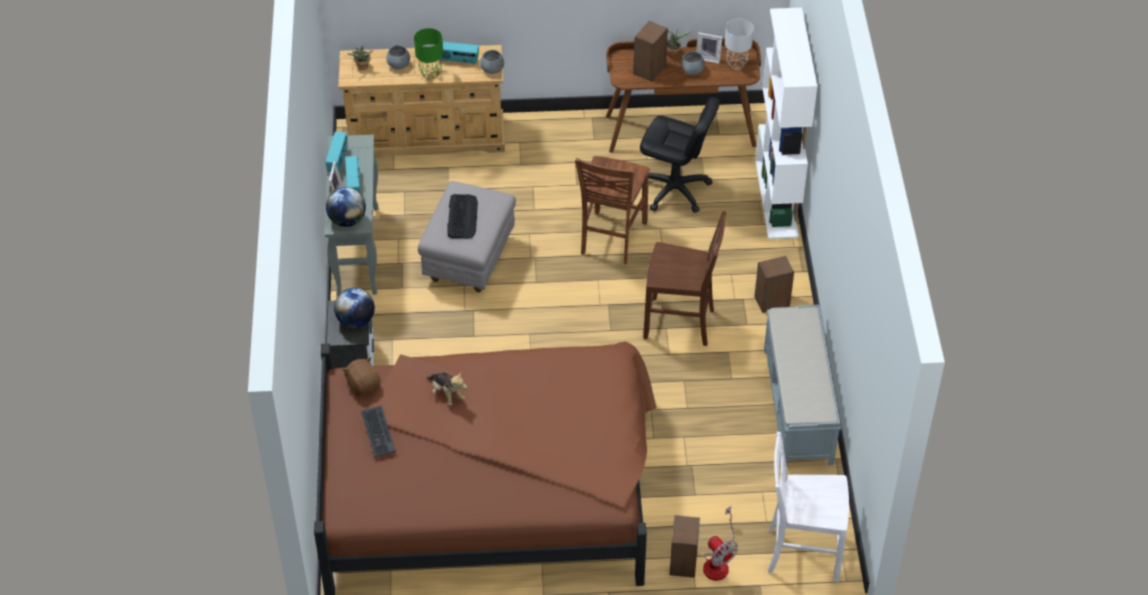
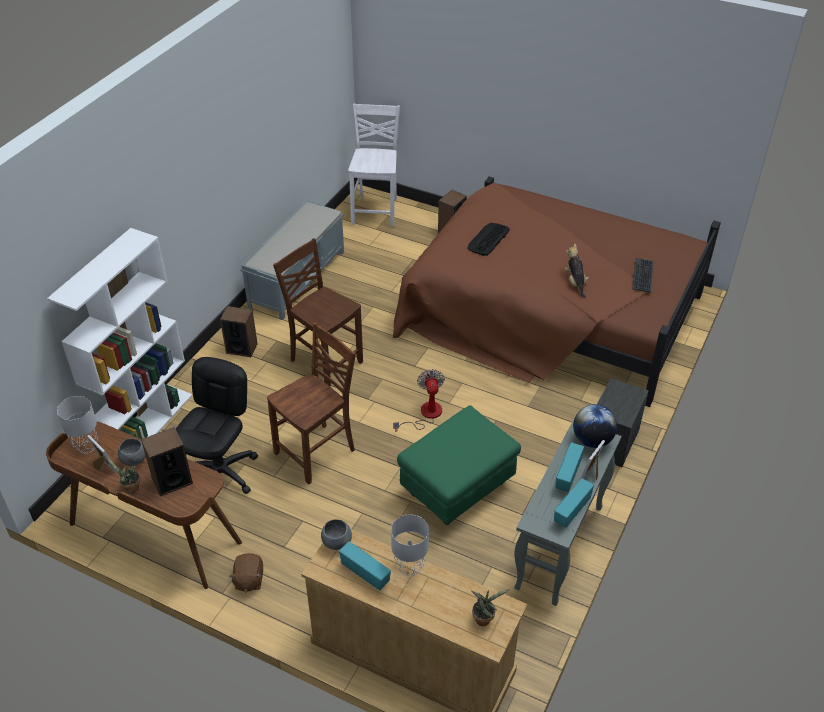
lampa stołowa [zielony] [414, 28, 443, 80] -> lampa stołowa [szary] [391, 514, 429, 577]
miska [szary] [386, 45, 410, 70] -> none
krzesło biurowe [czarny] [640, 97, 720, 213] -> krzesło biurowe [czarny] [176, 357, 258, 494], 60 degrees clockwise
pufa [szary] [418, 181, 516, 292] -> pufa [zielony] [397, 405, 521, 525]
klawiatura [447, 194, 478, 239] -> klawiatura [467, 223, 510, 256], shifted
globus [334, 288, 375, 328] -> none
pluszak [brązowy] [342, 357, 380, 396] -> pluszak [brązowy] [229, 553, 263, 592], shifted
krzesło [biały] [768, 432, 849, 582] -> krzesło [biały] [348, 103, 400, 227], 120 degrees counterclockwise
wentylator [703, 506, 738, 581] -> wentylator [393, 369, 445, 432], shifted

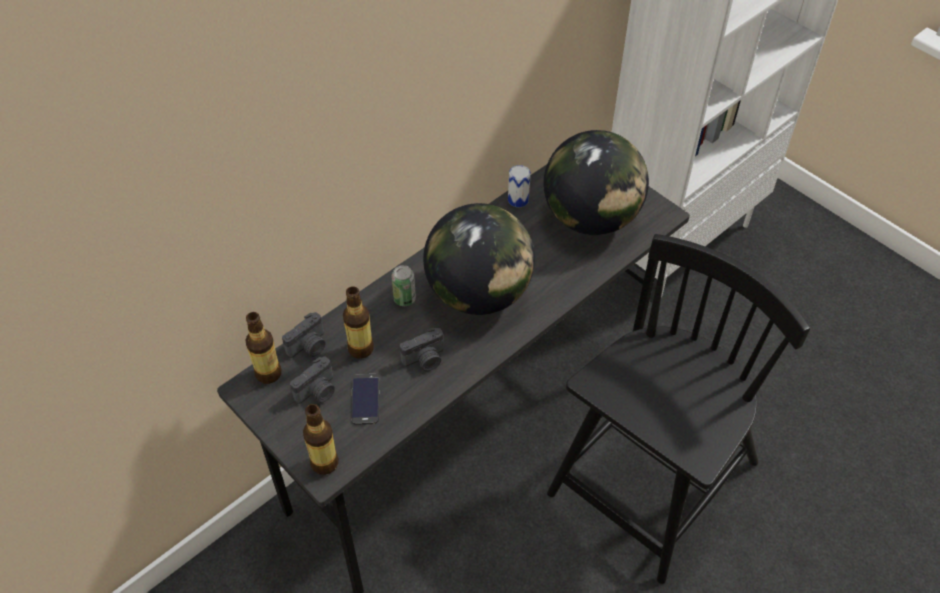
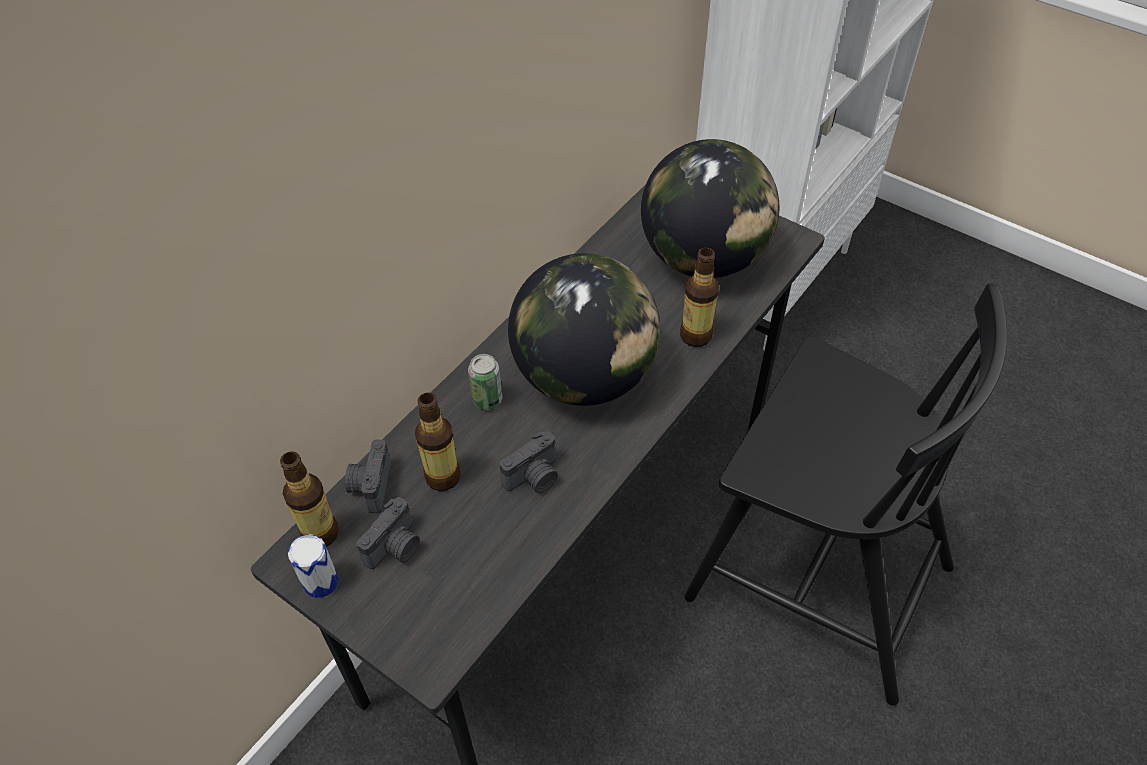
puszka [508, 165, 531, 207] -> puszka [288, 534, 338, 598], shifted
krzesło [czarny] [547, 234, 810, 584] -> krzesło [czarny] [685, 284, 1007, 706], 90 degrees clockwise
aparat fotograficzny [282, 312, 325, 358] -> aparat fotograficzny [345, 440, 392, 513], 150 degrees clockwise
telefon [351, 374, 379, 425] -> none
butelka [303, 404, 339, 475] -> butelka [680, 248, 719, 347], shifted

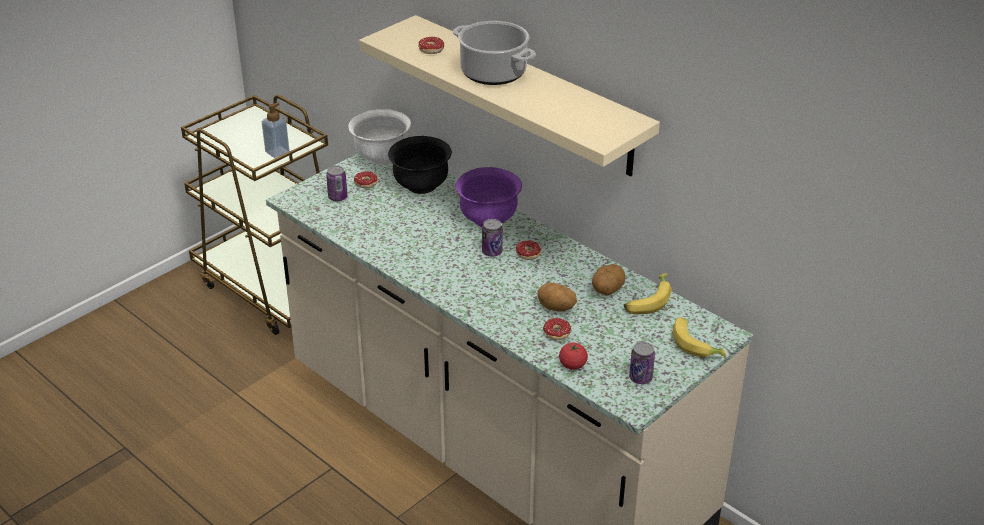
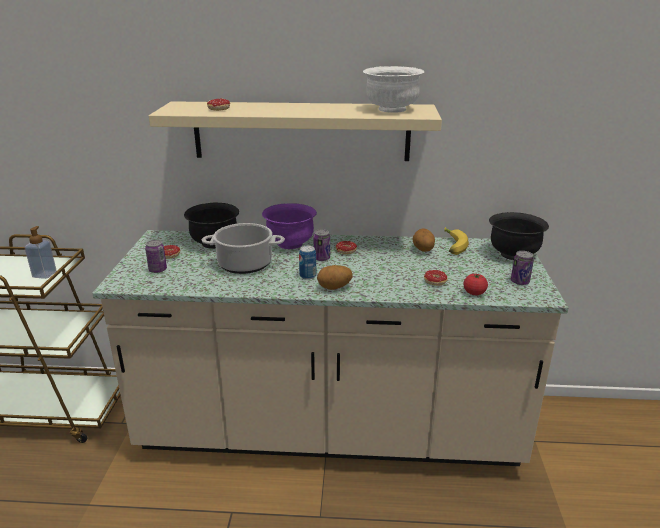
garnek [453, 21, 536, 85] -> garnek [202, 223, 285, 274], shifted
miska [biały] [348, 109, 411, 165] -> miska [biały] [363, 66, 425, 113], shifted
ziemniak [537, 283, 577, 311] -> ziemniak [317, 265, 353, 290], shifted
banan [673, 317, 726, 358] -> miska [czarny] [489, 212, 549, 260]
none -> puszka [299, 246, 316, 280]

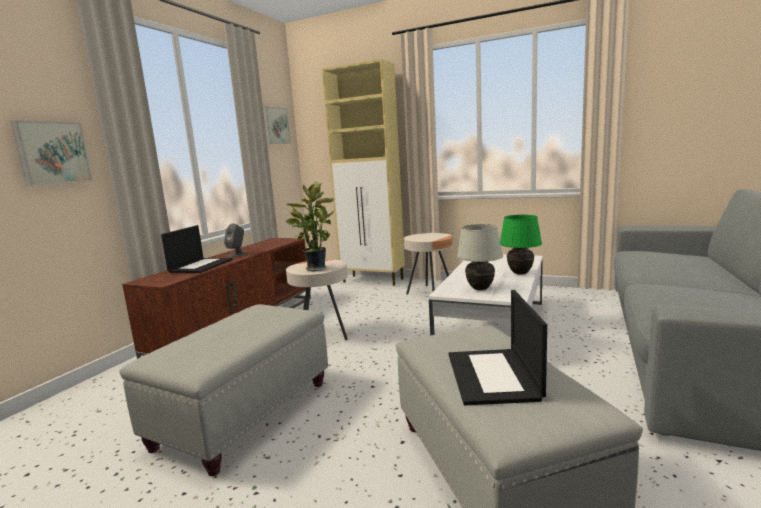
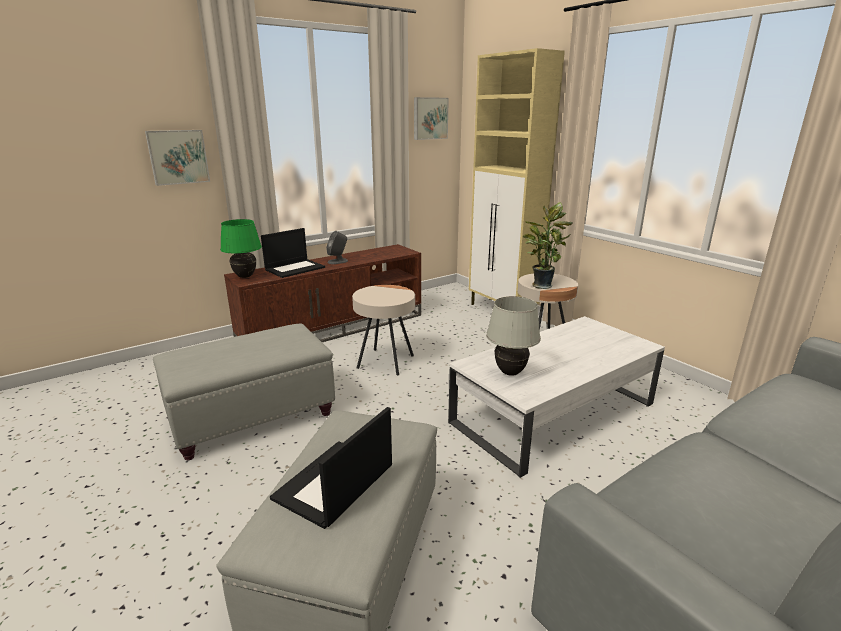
roślina doniczkowa [286, 182, 334, 271] -> roślina doniczkowa [523, 202, 573, 289], shifted
lampa stołowa [zielony] [500, 215, 542, 274] -> lampa stołowa [zielony] [220, 219, 262, 278], shifted

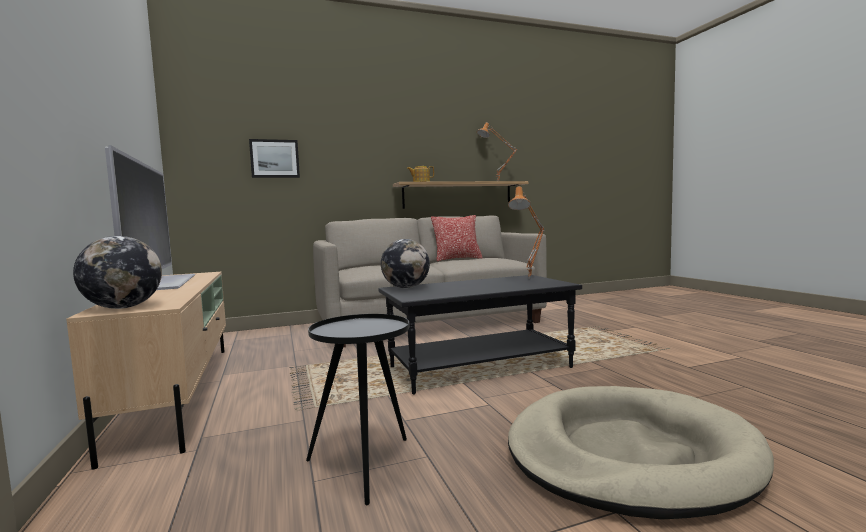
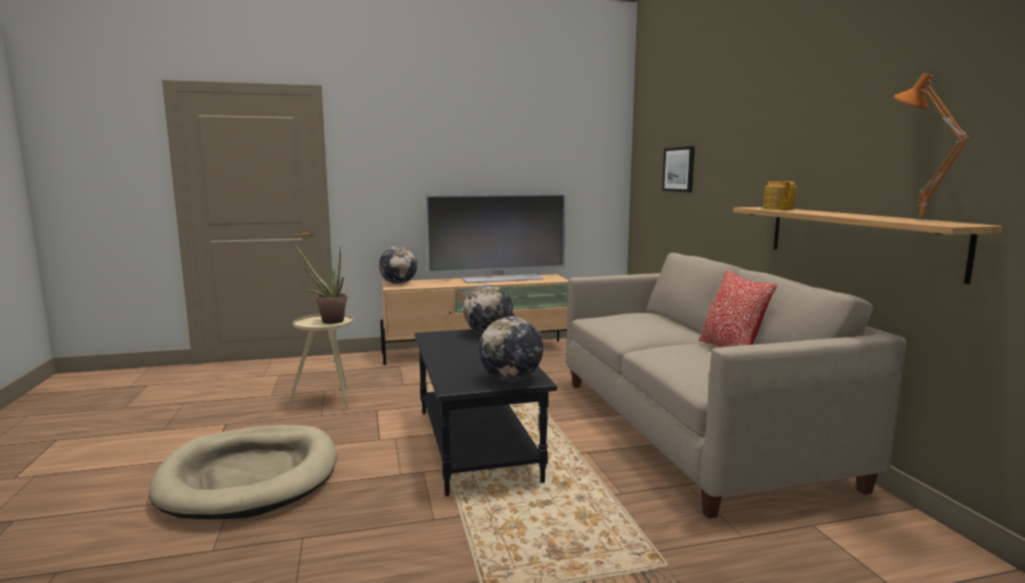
lampa stołowa [pomarańczowy] [508, 186, 544, 279] -> globus [479, 317, 543, 381]
stolik [czarny] [306, 314, 409, 505] -> stolik [beżowy] [289, 314, 353, 410]
none -> roślina doniczkowa [294, 244, 347, 324]

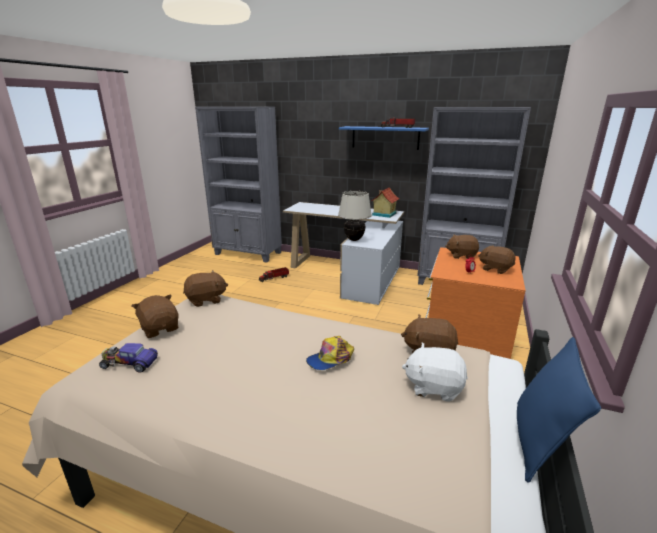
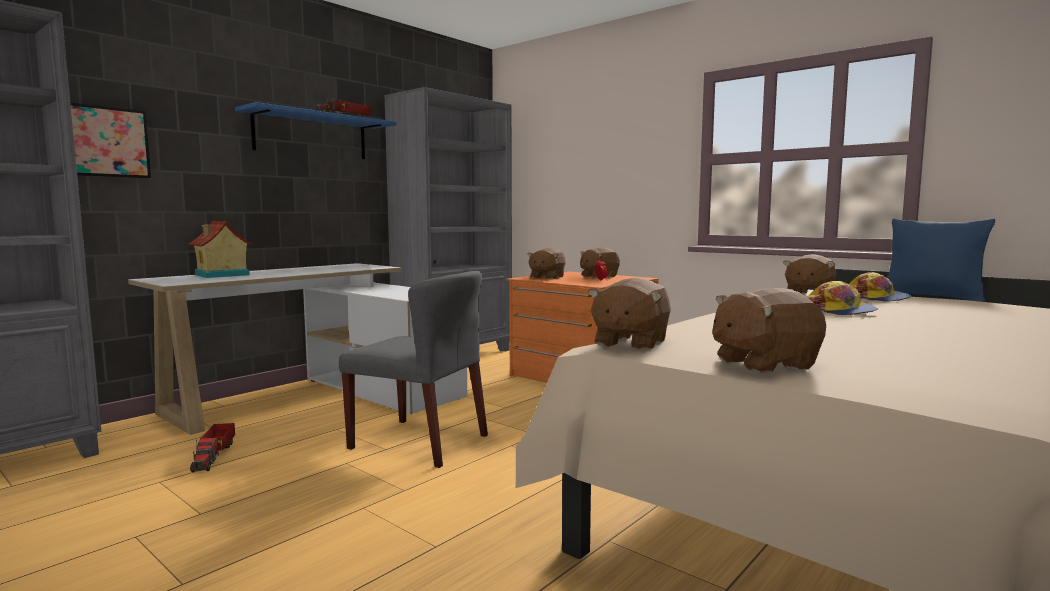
domek [371, 187, 399, 218] -> domek [188, 221, 253, 278], shifted
lampa stołowa [beżowy] [338, 191, 372, 241] -> none
pluszak [brązowy] [183, 270, 228, 307] -> pluszak [brązowy] [588, 278, 671, 351], 150 degrees counterclockwise
samochodzik [99, 343, 158, 373] -> none
pluszak [biały] [402, 343, 468, 402] -> czapka z daszkiem [849, 272, 912, 302]
none -> obraz [70, 102, 151, 178]
none -> krzesło [szary] [339, 271, 488, 468]

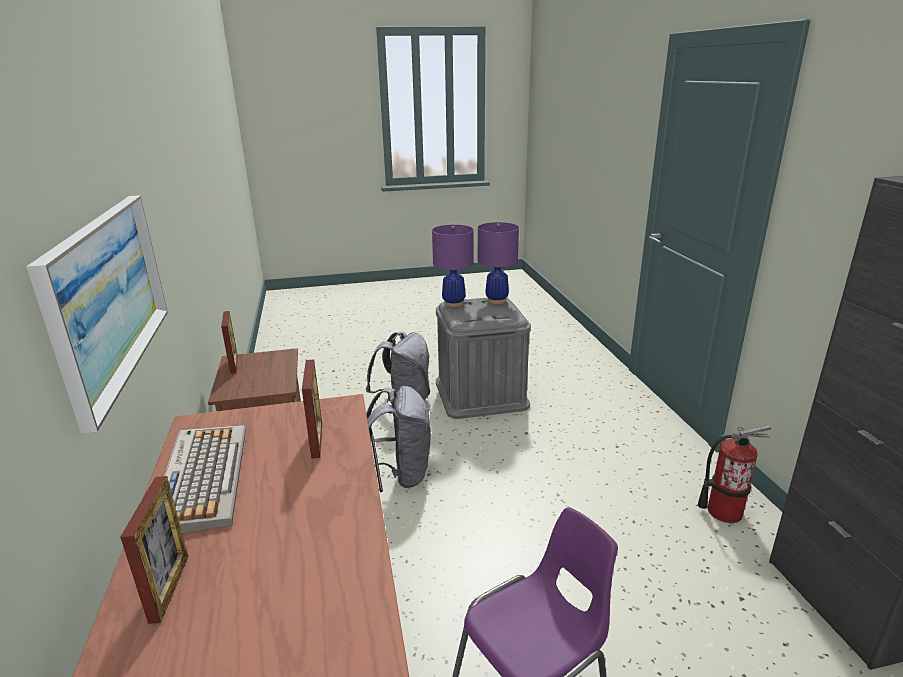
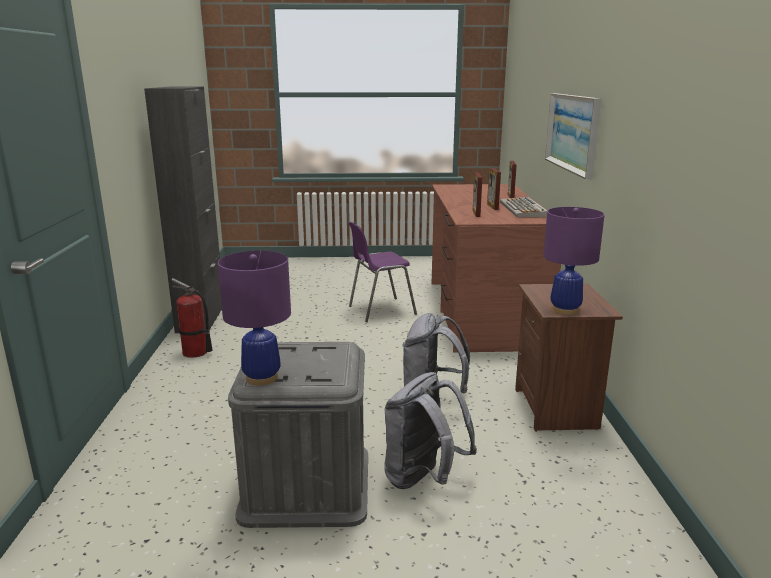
lampa stołowa [fioletowy] [432, 225, 474, 307] -> lampa stołowa [fioletowy] [543, 207, 605, 315], shifted
ramka na zdjęcie [221, 311, 238, 374] -> ramka na zdjęcie [487, 168, 501, 210], shifted

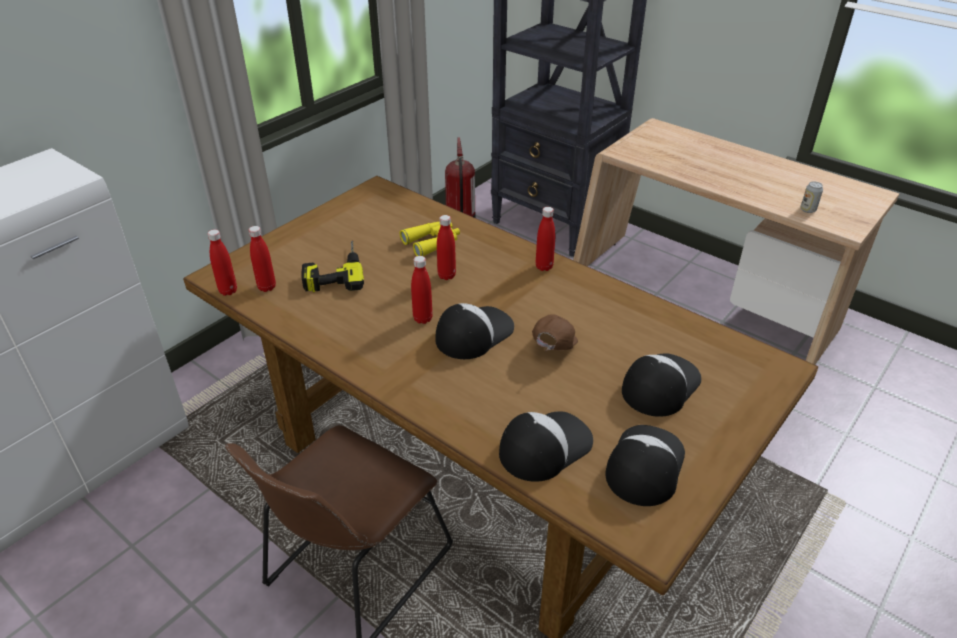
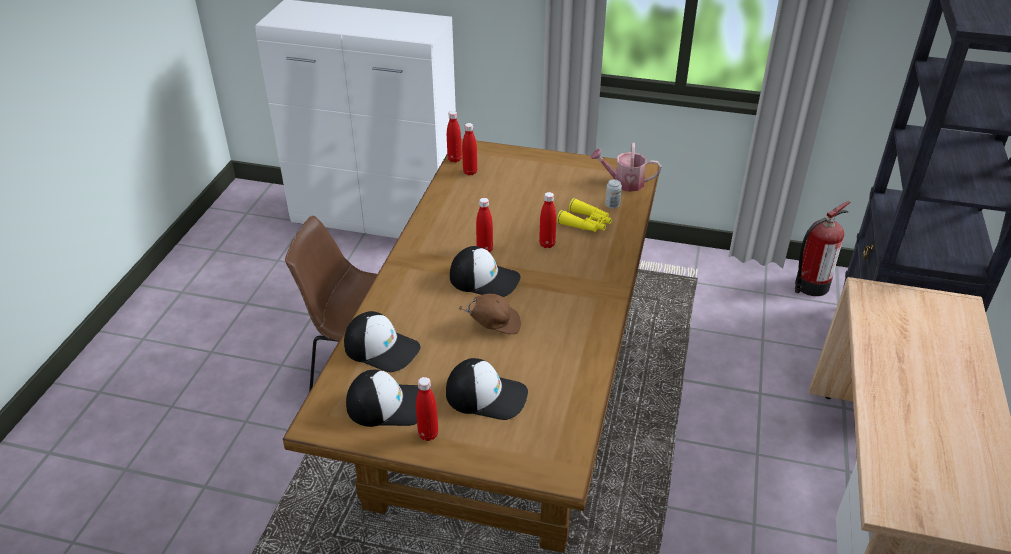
puszka [800, 181, 823, 213] -> puszka [605, 179, 622, 209], shifted
butelka [czerwony] [536, 207, 555, 271] -> butelka [czerwony] [416, 377, 438, 441], shifted
wiertarka [301, 241, 364, 293] -> none
none -> konewka [590, 142, 661, 192]

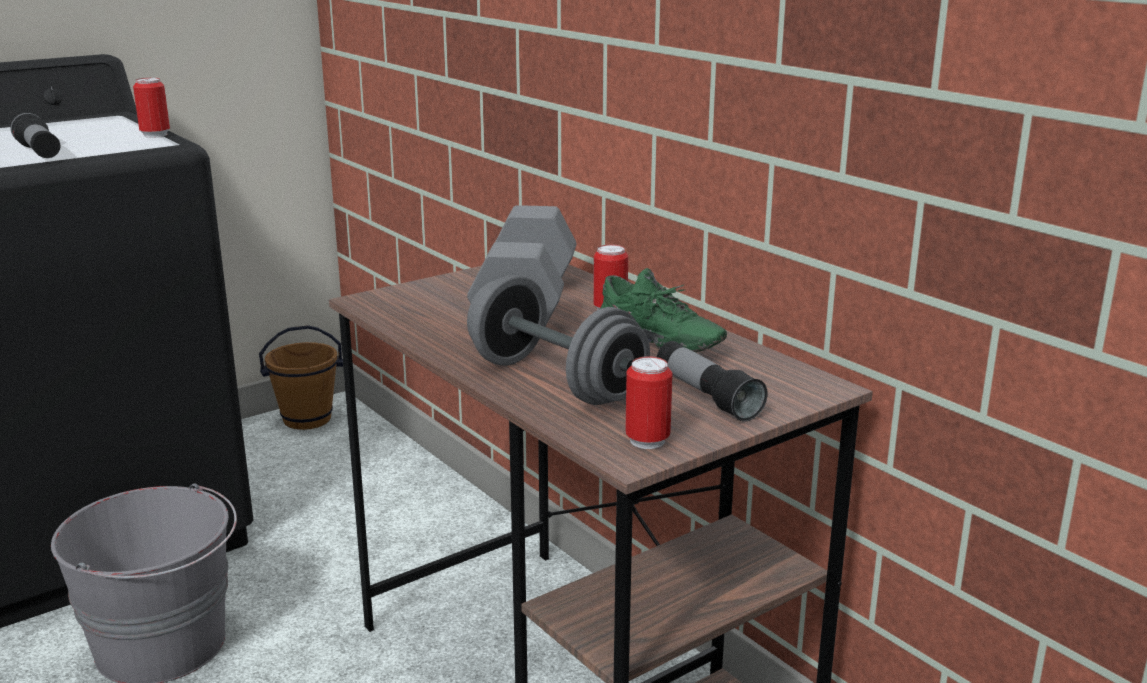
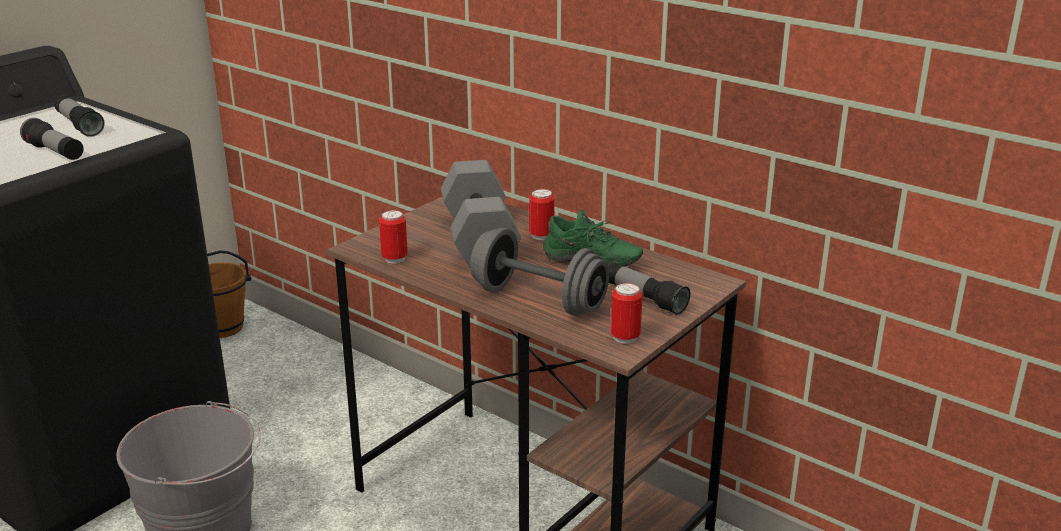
puszka [133, 78, 170, 138] -> puszka [379, 210, 408, 264], shifted
none -> latarka [55, 95, 105, 137]

